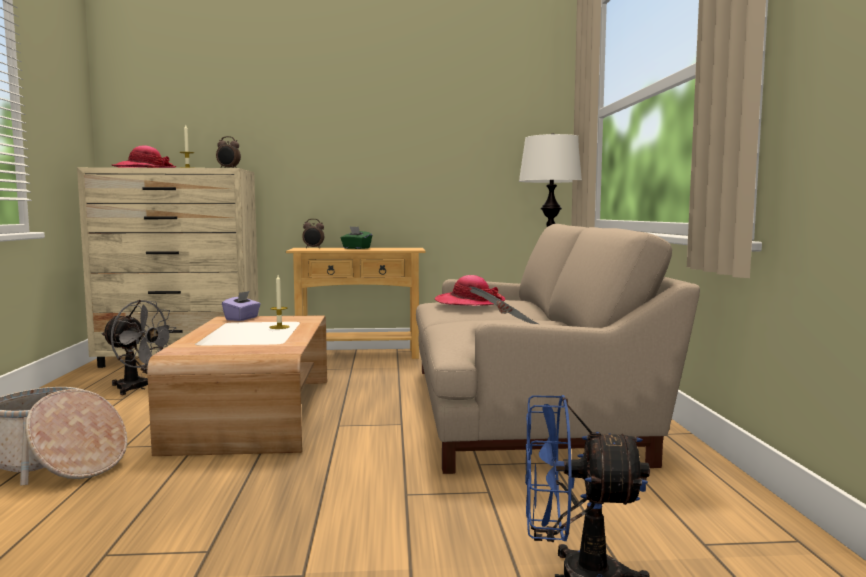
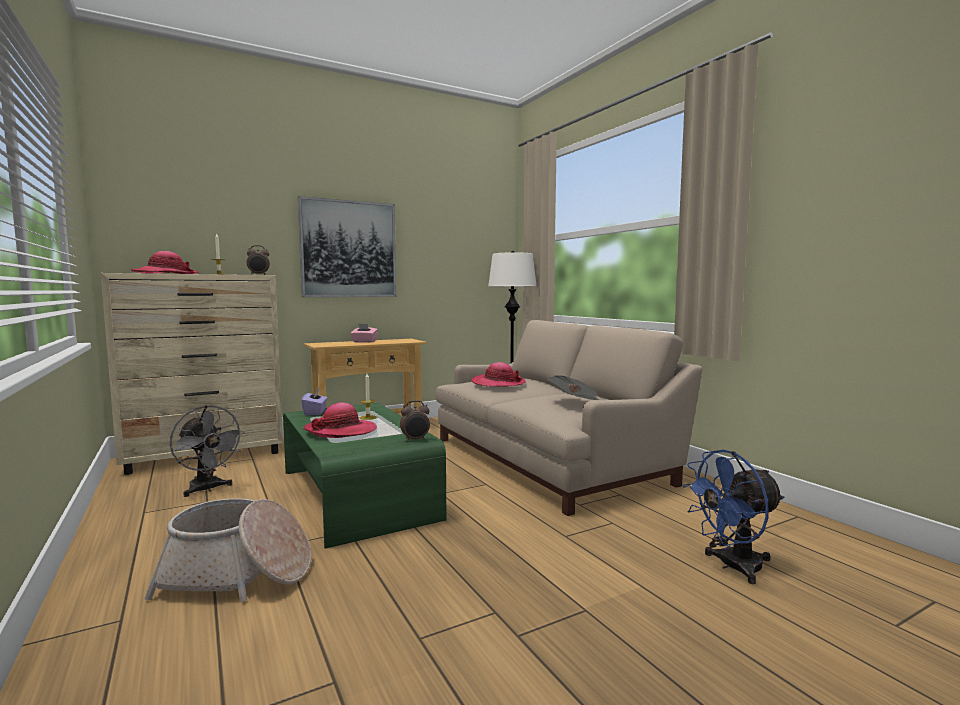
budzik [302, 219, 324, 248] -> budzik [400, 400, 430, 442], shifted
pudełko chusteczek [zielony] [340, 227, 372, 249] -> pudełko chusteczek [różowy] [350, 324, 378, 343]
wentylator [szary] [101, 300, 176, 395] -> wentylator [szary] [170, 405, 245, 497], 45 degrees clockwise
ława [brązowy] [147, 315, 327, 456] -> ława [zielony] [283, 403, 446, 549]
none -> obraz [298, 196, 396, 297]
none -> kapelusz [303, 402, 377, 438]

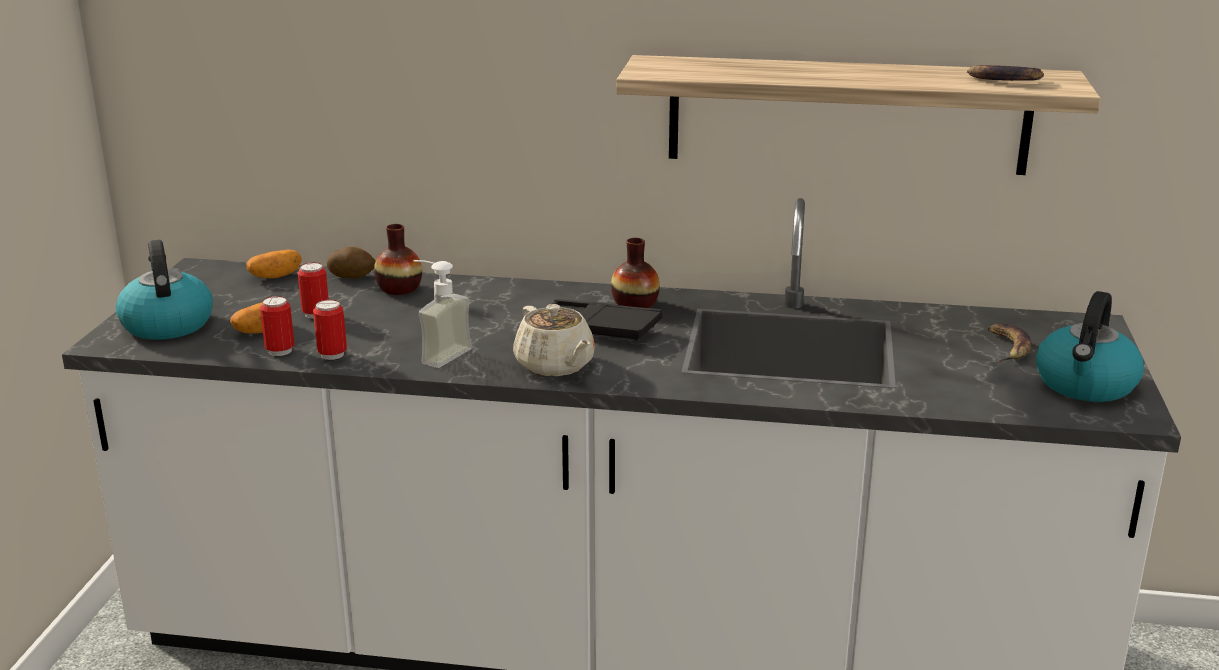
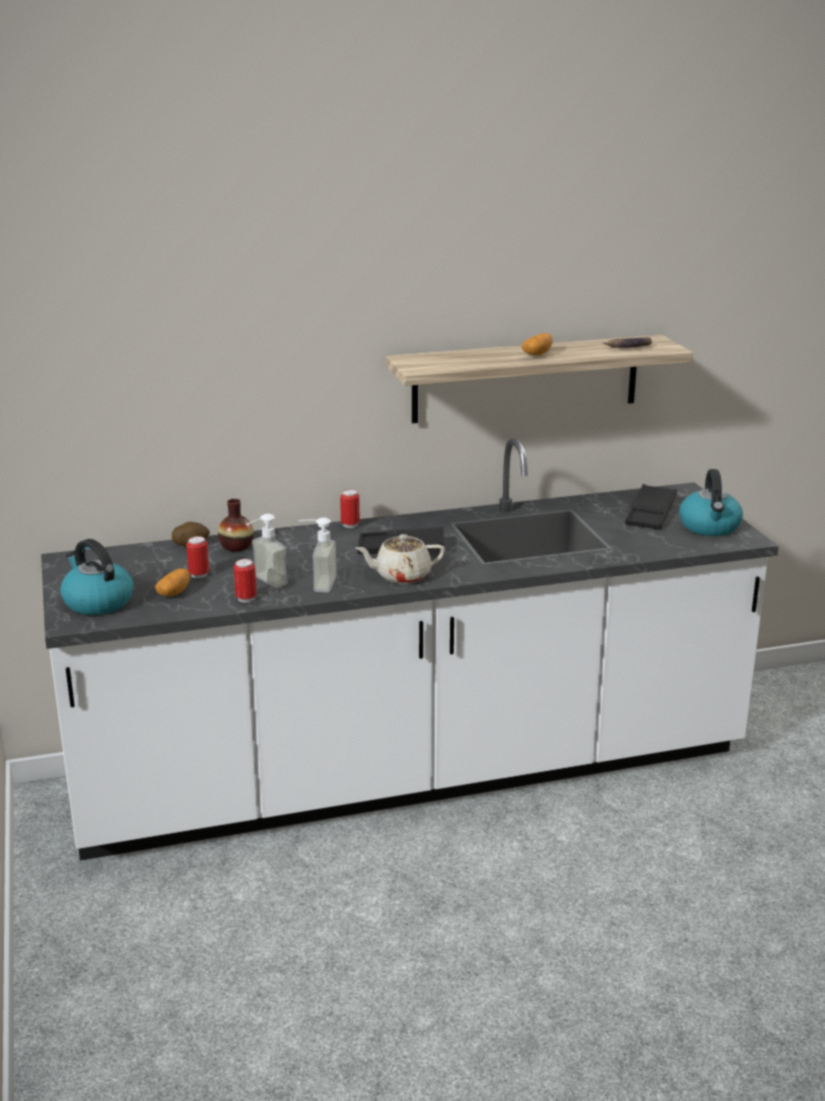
wazon [611, 238, 660, 308] -> none
ziemniak [246, 249, 302, 278] -> ziemniak [522, 333, 553, 355], shifted
puszka [260, 296, 294, 356] -> puszka [340, 489, 360, 528], shifted
imbryk [beżowy] [513, 304, 595, 376] -> imbryk [beżowy] [356, 534, 445, 584], 135 degrees clockwise
banan [988, 323, 1032, 363] -> taca [czarny] [625, 484, 677, 530]
none -> dozownik mydła [246, 514, 288, 588]

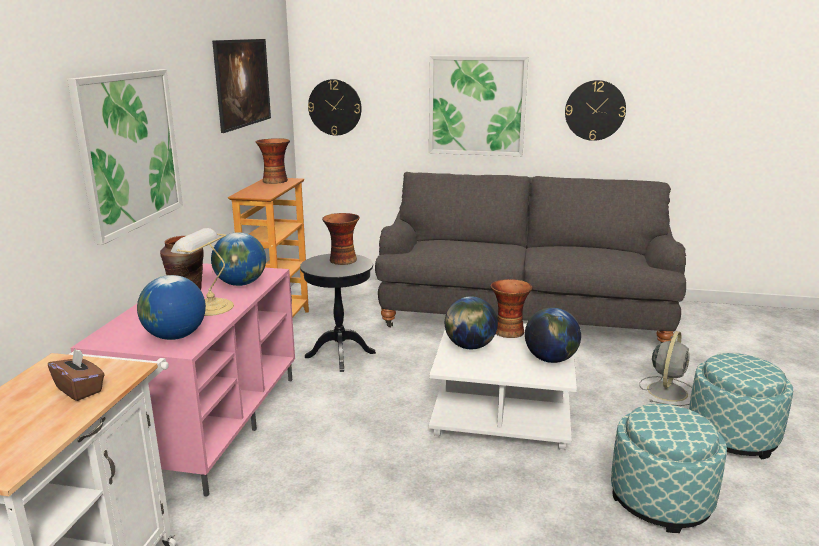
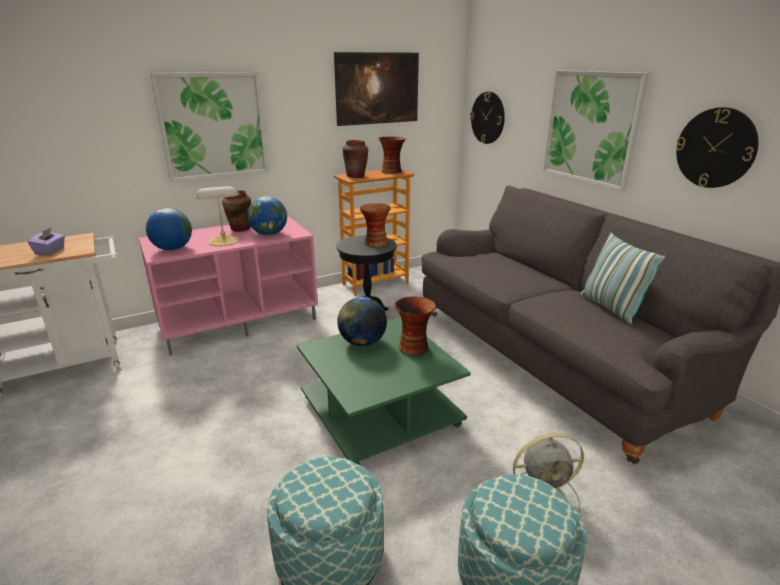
globus [525, 307, 581, 363] -> none
ława [biały] [429, 323, 577, 450] -> ława [zielony] [297, 318, 471, 465]
pudełko chusteczek [brązowy] [48, 348, 105, 401] -> pudełko chusteczek [fioletowy] [28, 227, 65, 255]
none -> wazon [brązowy] [343, 140, 368, 178]
none -> poduszka [580, 232, 666, 324]

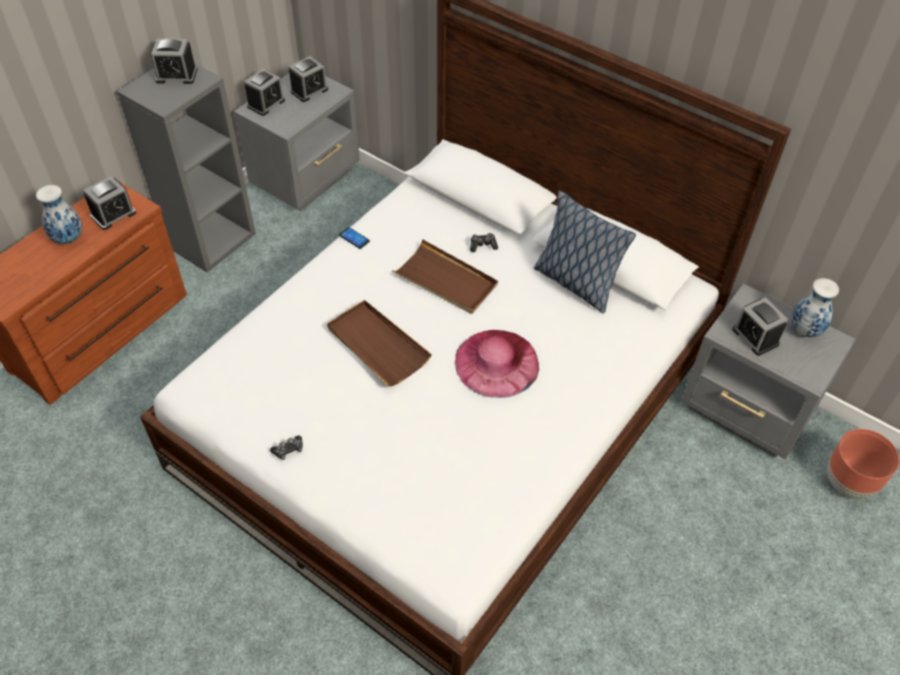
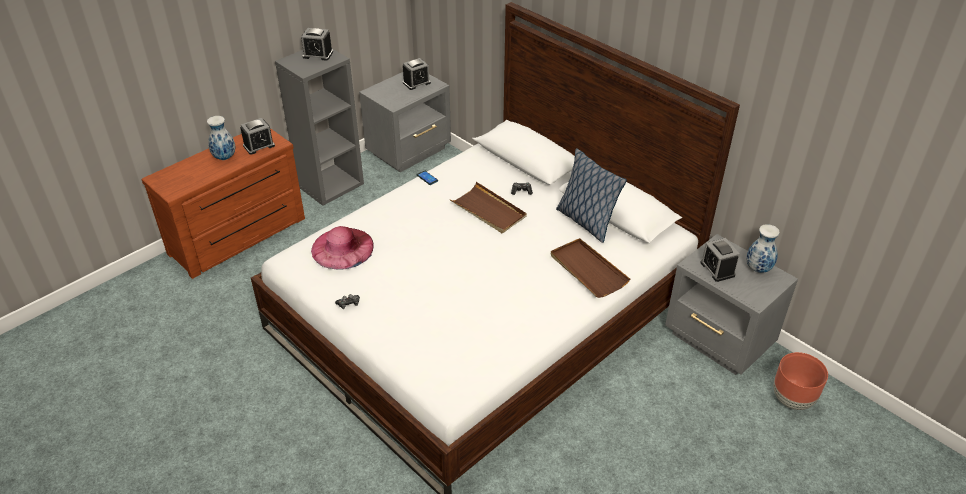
budzik [244, 69, 285, 116] -> none
taca [brązowy] [327, 300, 432, 387] -> taca [brązowy] [551, 238, 630, 298], shifted
kapelusz [różowy] [455, 330, 539, 398] -> kapelusz [różowy] [311, 226, 374, 270], shifted

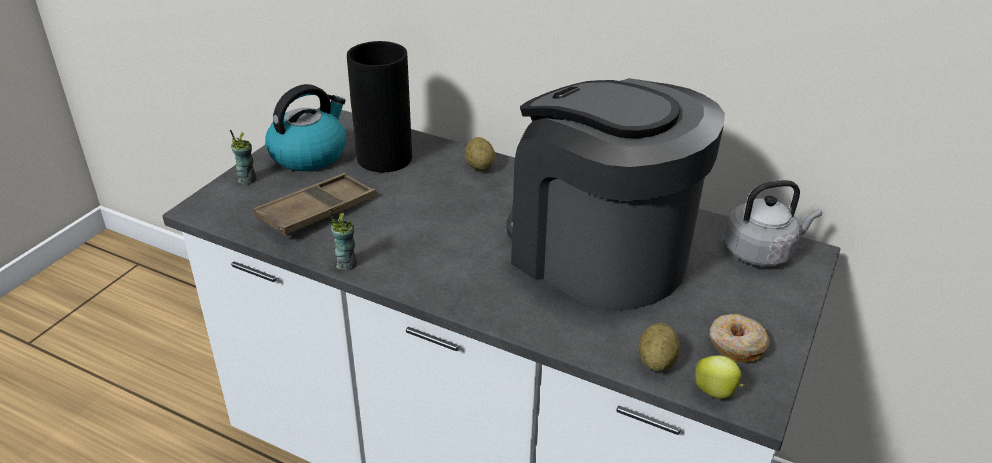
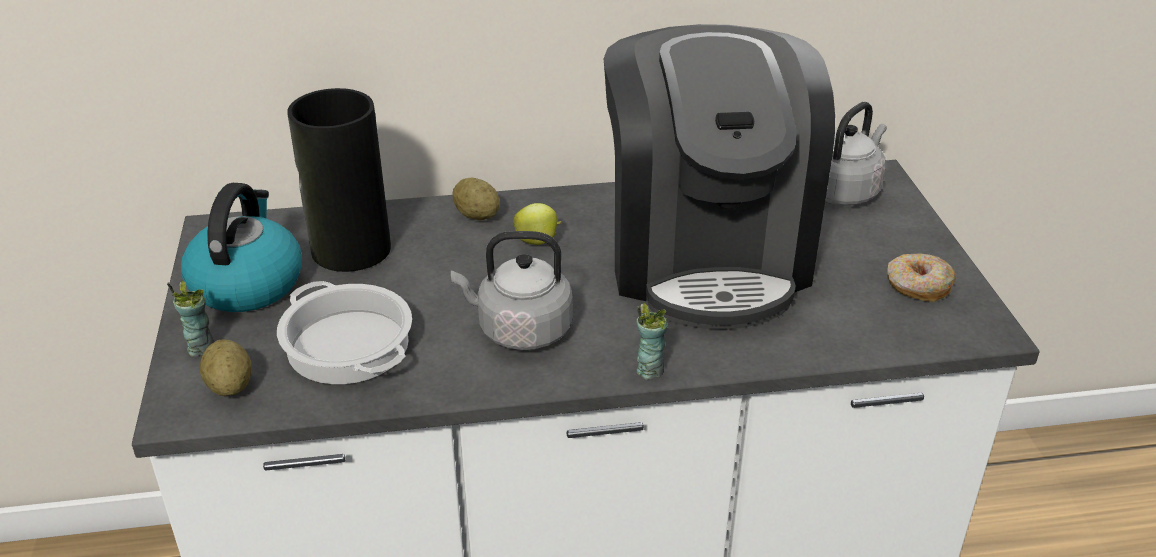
ekspres do kawy [507, 78, 725, 311] -> ekspres do kawy [604, 24, 835, 330], 105 degrees counterclockwise
taca [brązowy] [253, 173, 377, 236] -> garnek [277, 281, 412, 384]
filiżanka [329, 211, 357, 271] -> filiżanka [636, 303, 668, 380], shifted
ziemniak [638, 323, 680, 371] -> ziemniak [200, 339, 252, 396], shifted
jabłko [695, 356, 744, 399] -> jabłko [513, 203, 562, 245], shifted
none -> czajnik [szary] [451, 231, 573, 350]

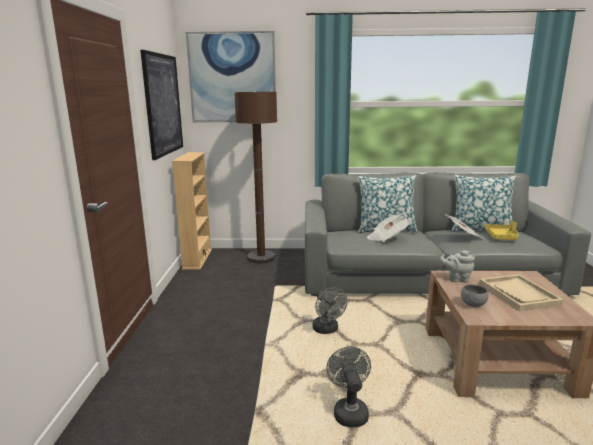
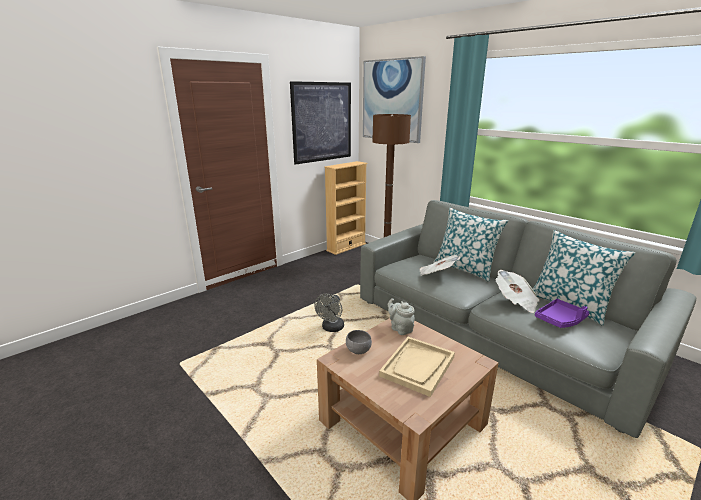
taca [żółty] [484, 221, 518, 240] -> taca [fioletowy] [535, 299, 589, 328]
wentylator [szary] [326, 347, 371, 427] -> none

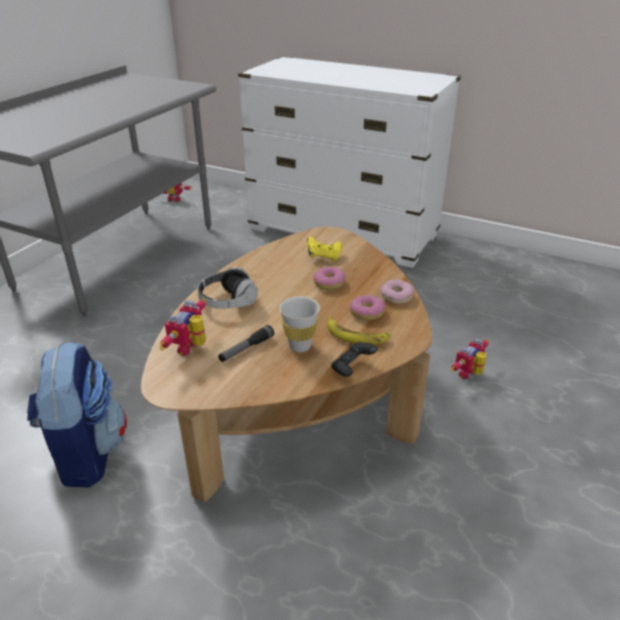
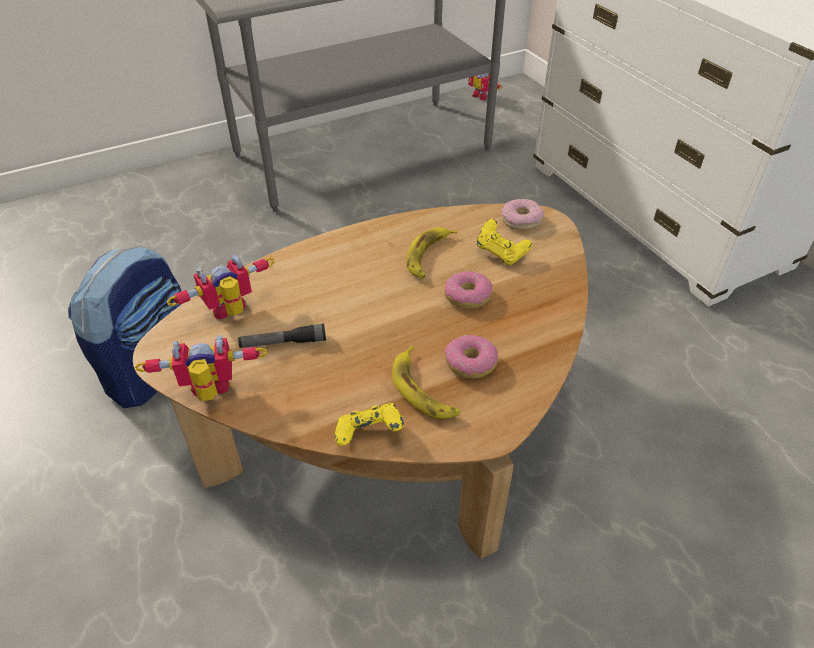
słuchawki [197, 267, 258, 309] -> none
donut [381, 279, 414, 304] -> donut [502, 199, 544, 231], shifted
filiżanka [biały] [280, 296, 320, 352] -> none
robot zabawkowy [451, 339, 489, 379] -> robot zabawkowy [135, 335, 268, 401], shifted
pad do gier [czarny] [331, 342, 378, 377] -> pad do gier [żółty] [335, 403, 404, 446]
none -> banan [406, 227, 457, 279]

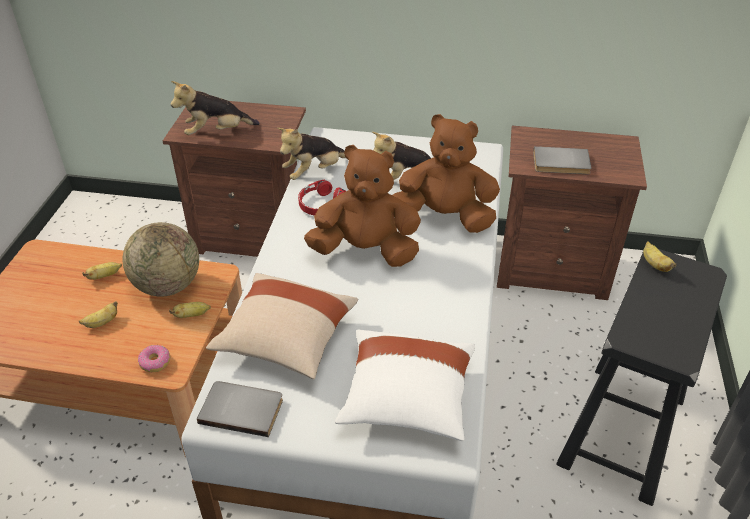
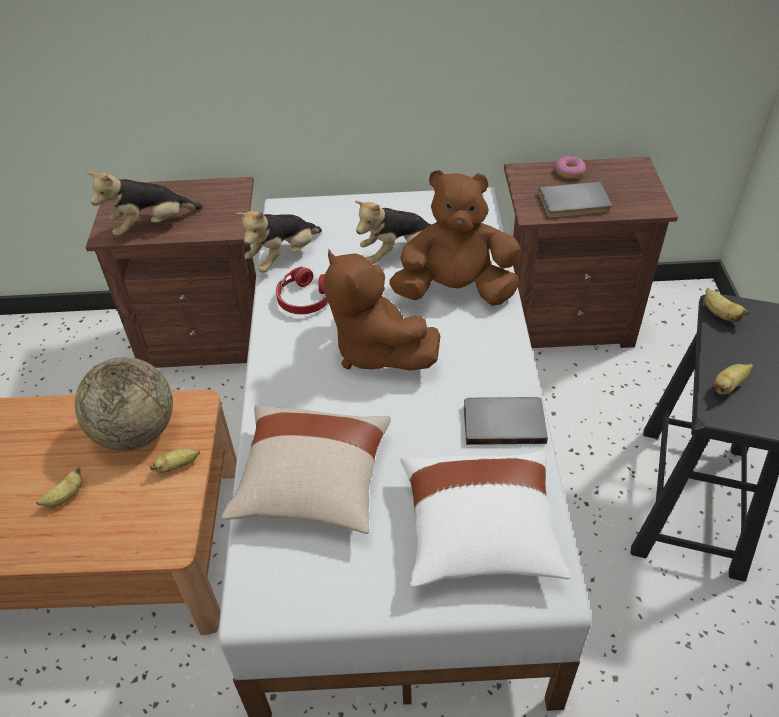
pluszak [brązowy] [304, 145, 421, 267] -> pluszak [brązowy] [323, 249, 441, 371], 120 degrees counterclockwise
banan [82, 262, 122, 280] -> banan [714, 364, 754, 395], shifted
donut [138, 345, 170, 372] -> donut [555, 156, 586, 179], shifted
książka [szary] [197, 381, 283, 437] -> książka [szary] [464, 397, 548, 445], shifted

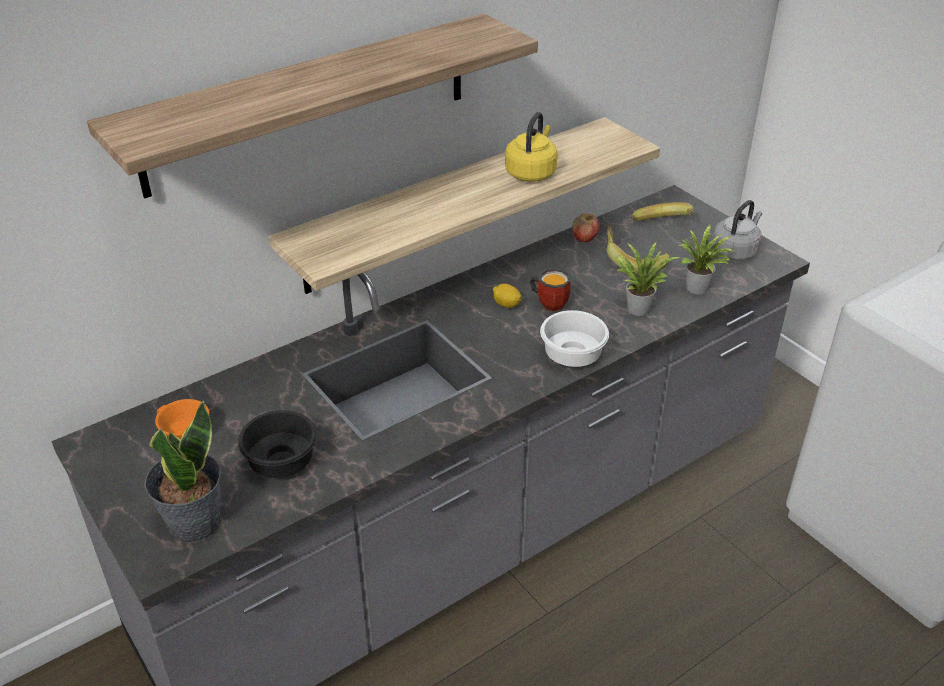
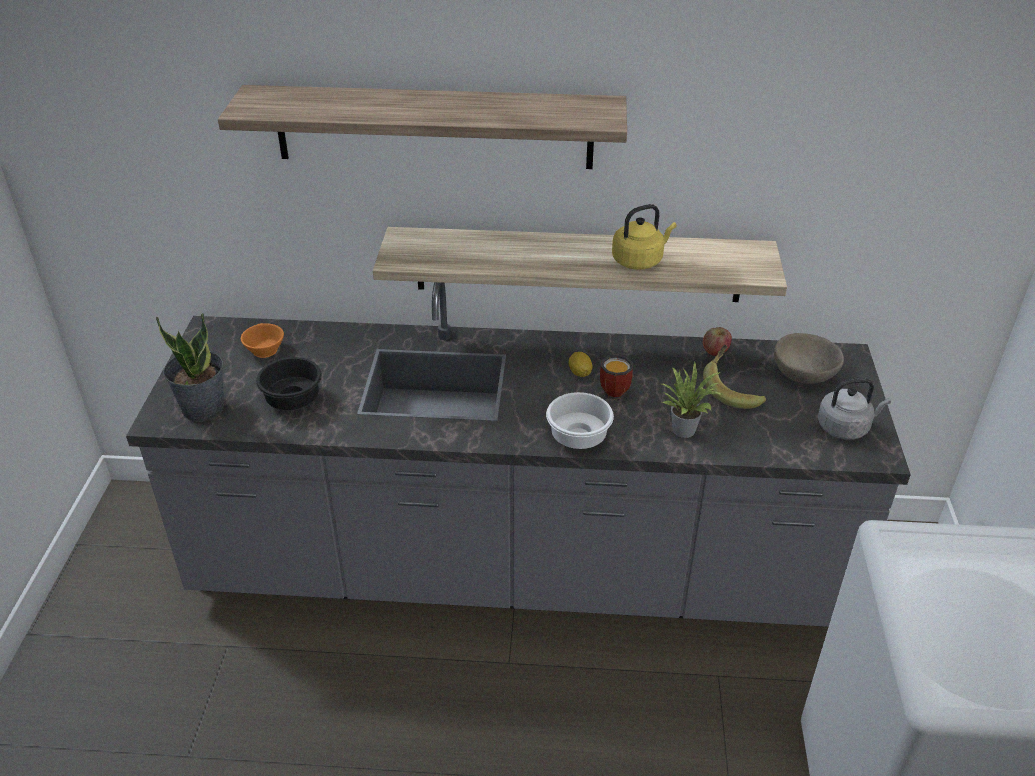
banan [631, 202, 694, 221] -> miska [beżowy] [774, 333, 844, 384]
roślina doniczkowa [679, 224, 736, 294] -> none

